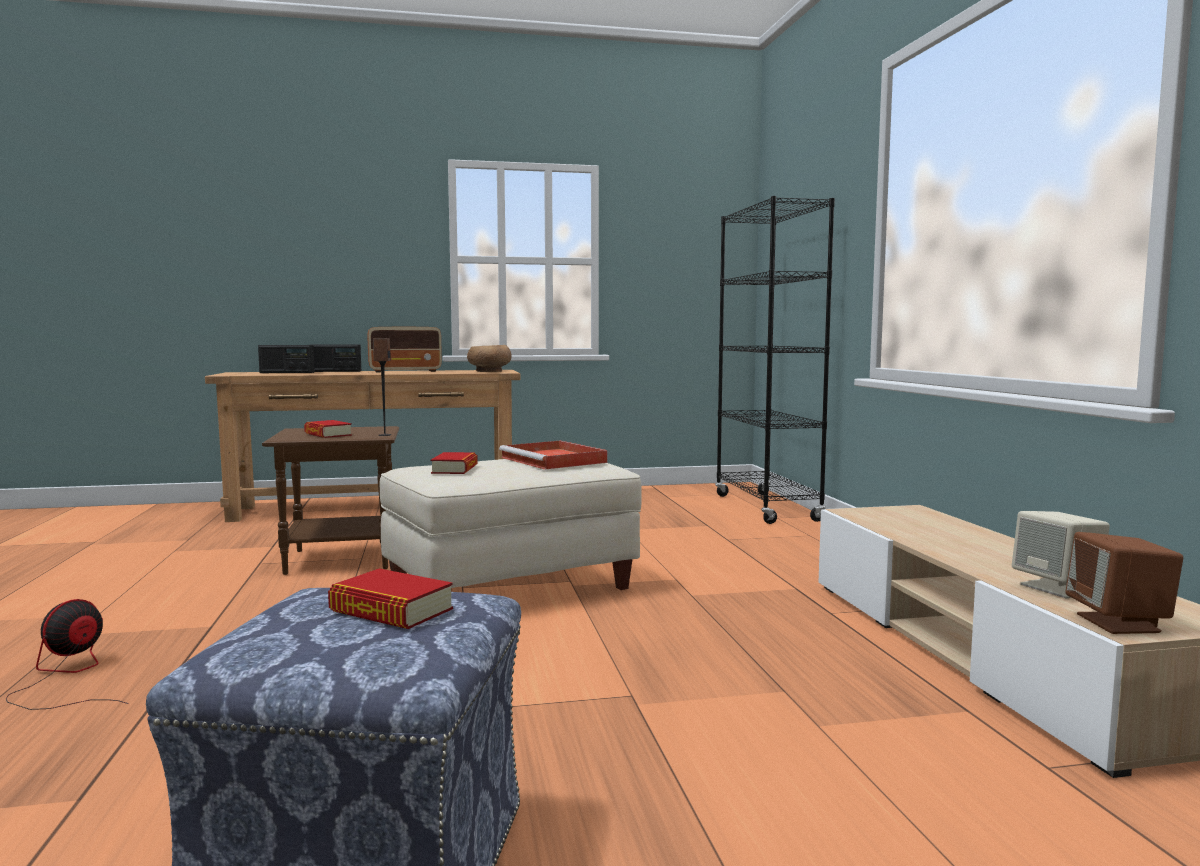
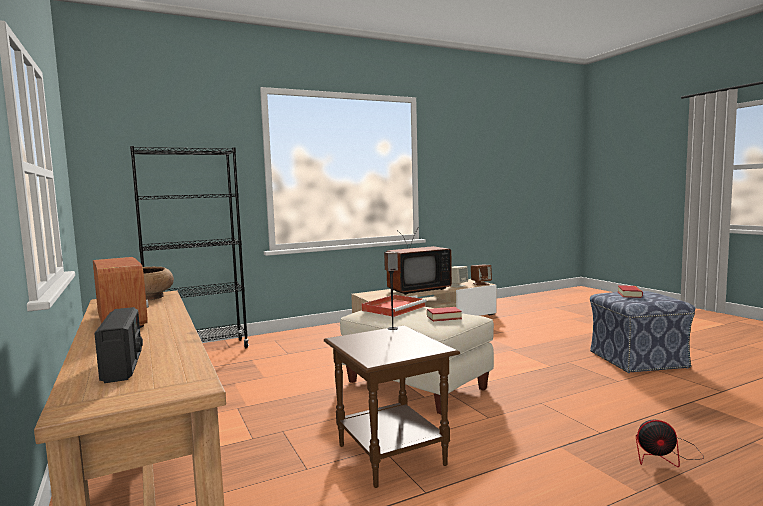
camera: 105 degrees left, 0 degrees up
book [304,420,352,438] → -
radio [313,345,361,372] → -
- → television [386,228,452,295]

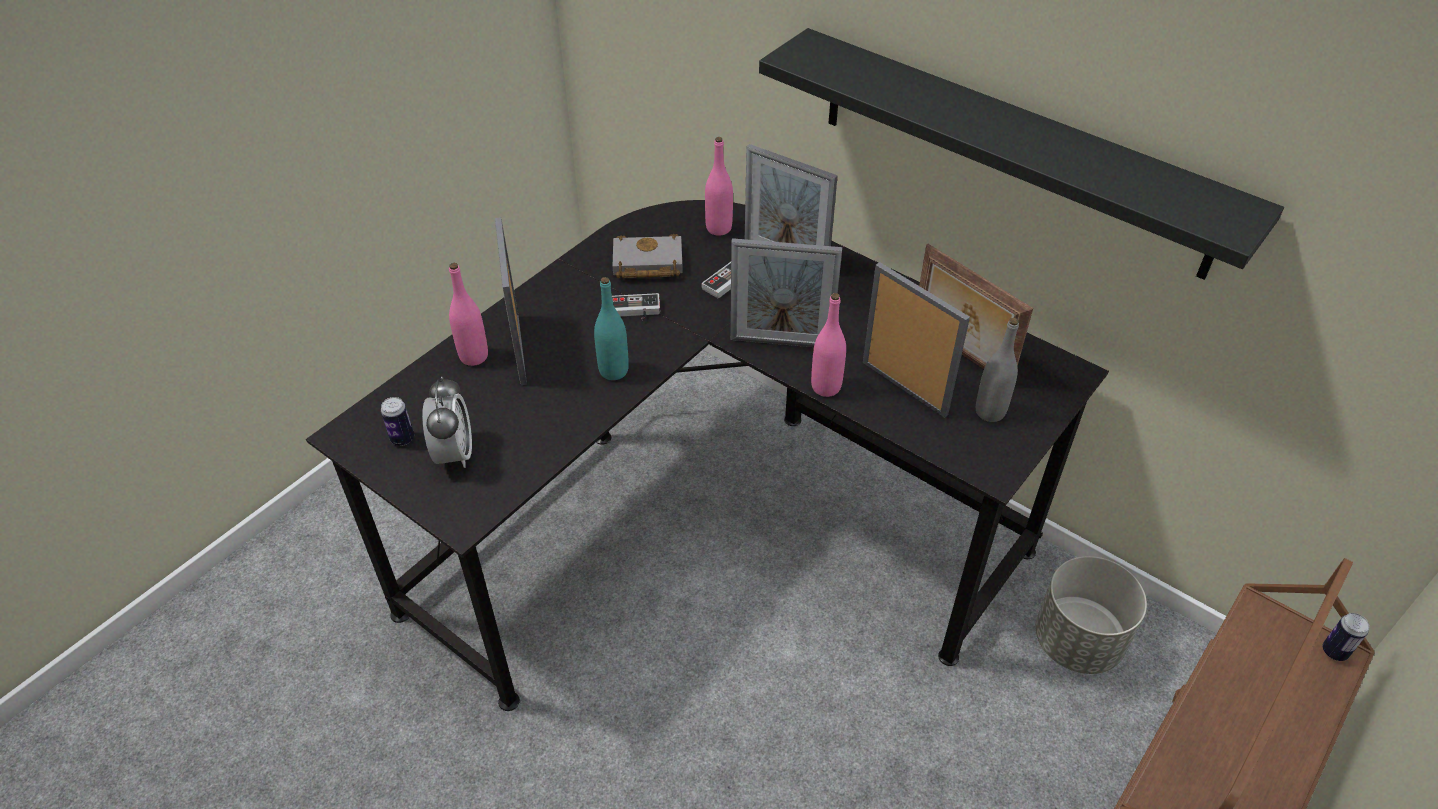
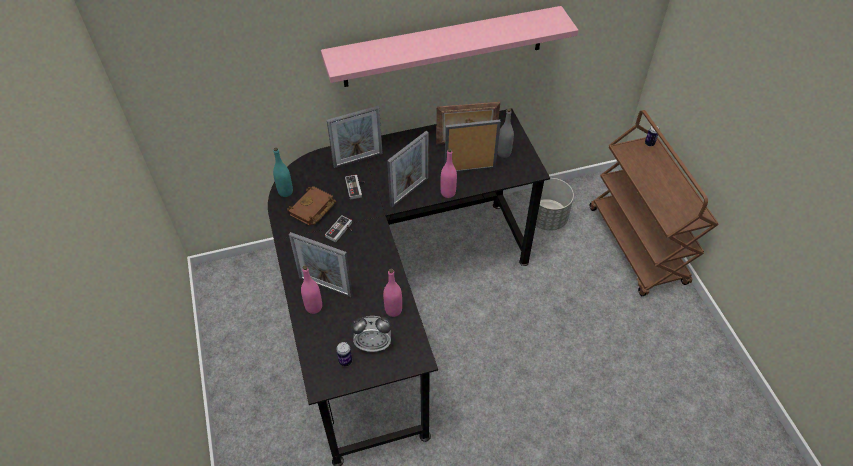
camera: 55 degrees left, 5 degrees up
bottle in turquoise [594,277,629,380] → bottle in turquoise [273,148,293,197], moved
bottle in pink [705,137,733,236] → bottle in pink [383,269,402,317], moved
book in grey [613,234,683,278] → book in brown [287,186,336,226]
shelf in black [759,28,1284,280] → shelf in pink [321,6,578,87]
alarm clock [422,377,472,468] → alarm clock [351,316,392,352], 150 degrees clockwise

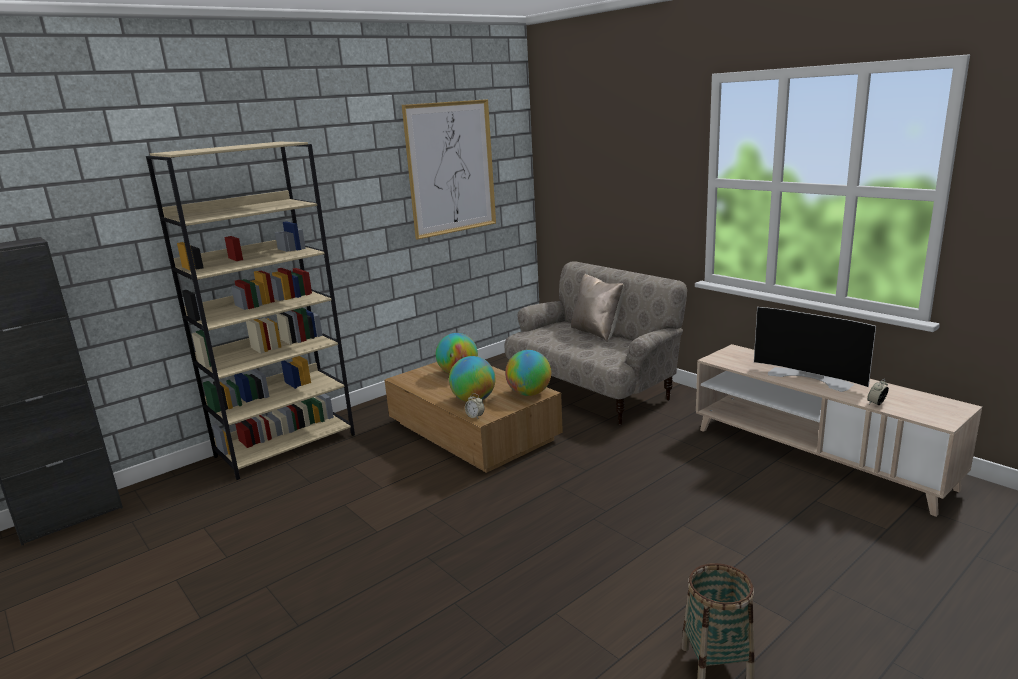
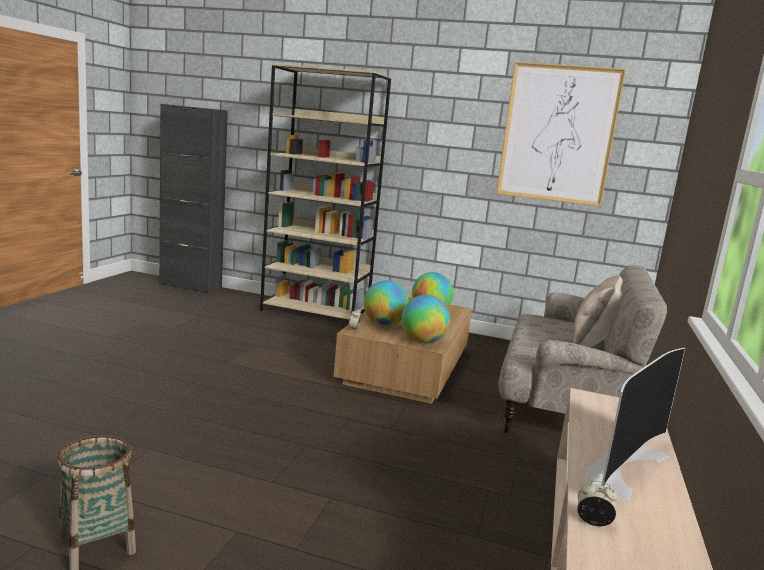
camera: 55 degrees right, 5 degrees down
television [754,307,876,392] → television [585,348,685,500], 150 degrees counterclockwise

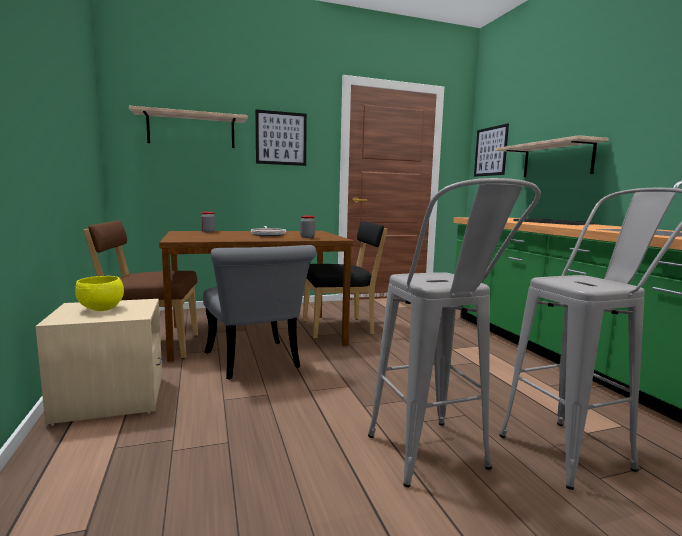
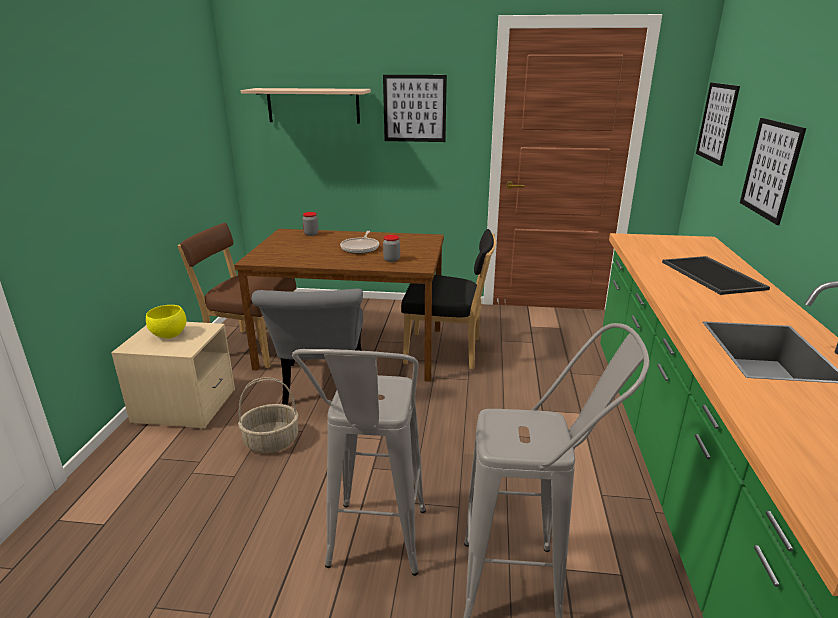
camera: 25 degrees right, 15 degrees up
- → basket [238,377,299,453]
shelf [495,135,609,177] → picture [740,118,806,225]

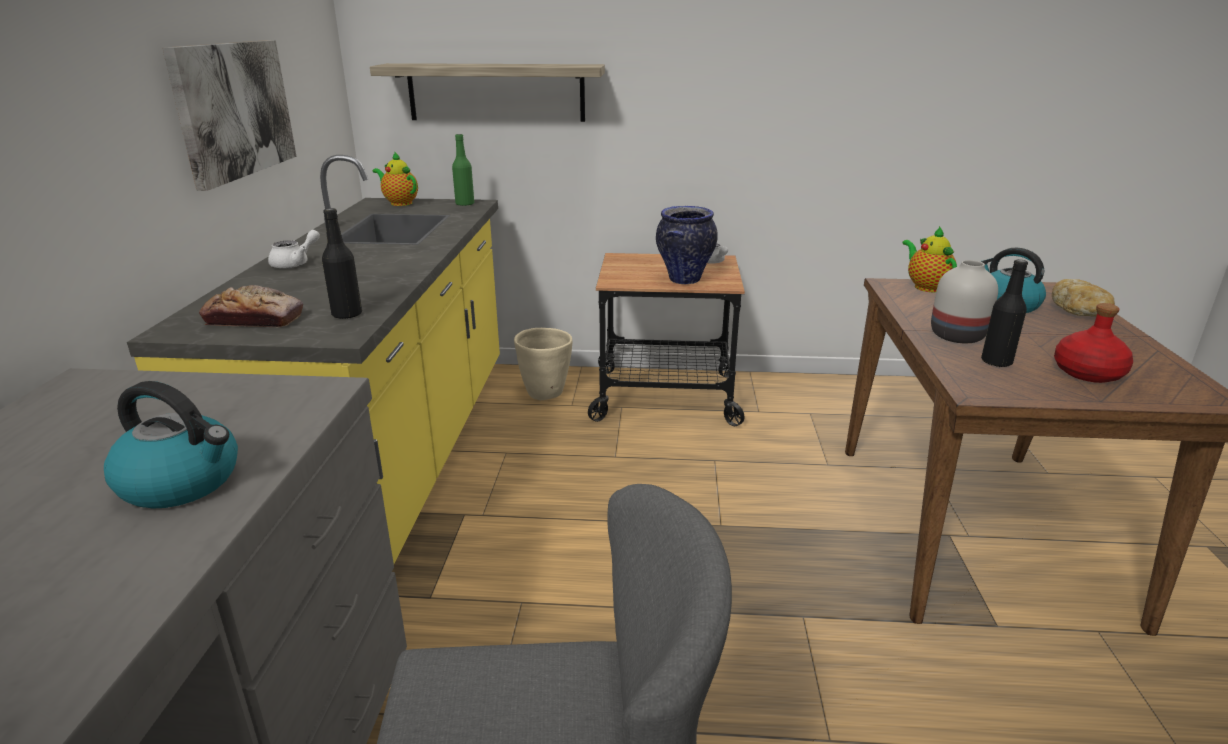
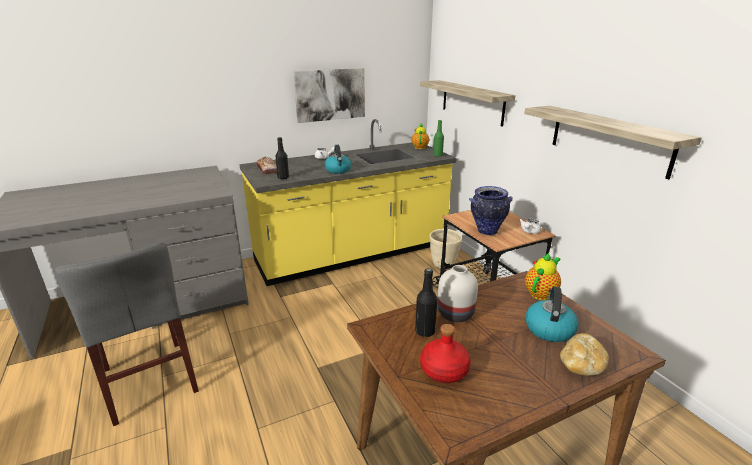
camera: 60 degrees right, 0 degrees up
- → shelf [524,106,702,179]
kettle [104,381,238,508] → kettle [325,145,352,173], moved

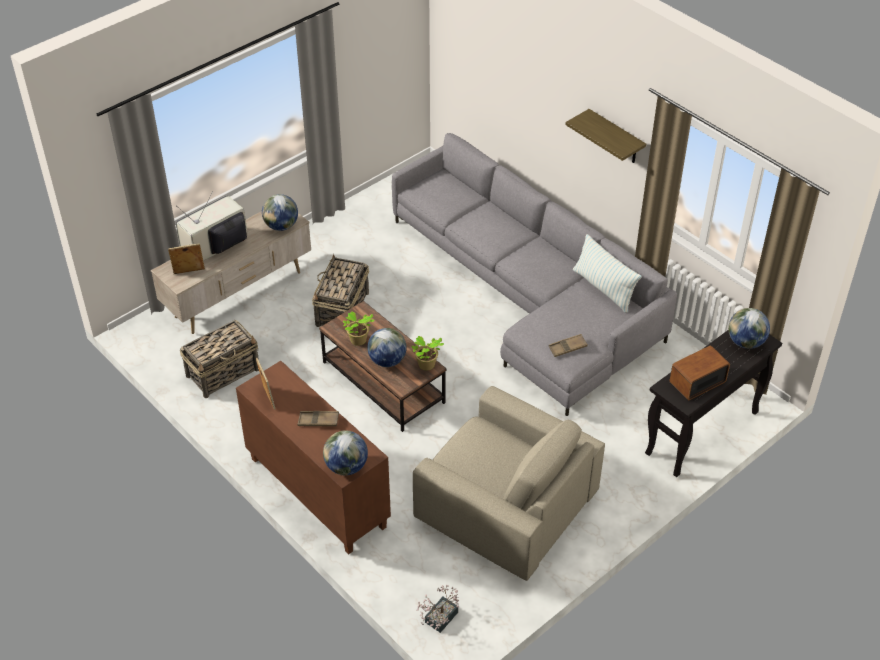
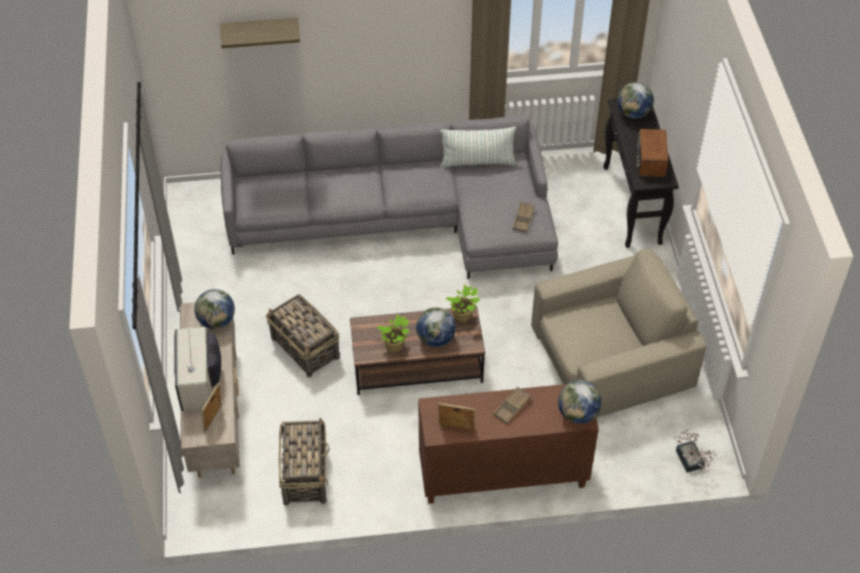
camera: 55 degrees left, 5 degrees up
shelf [565,109,646,163] → shelf [220,17,300,48], moved

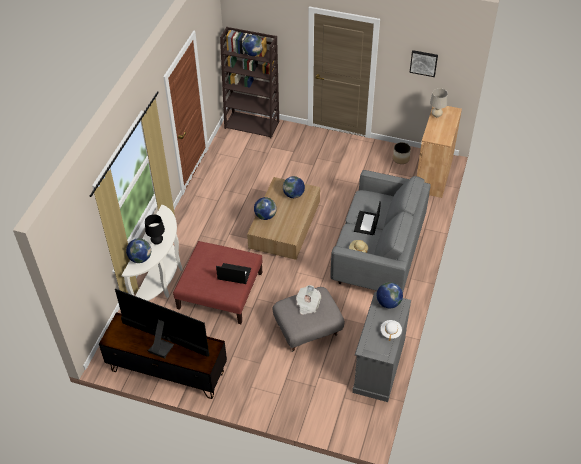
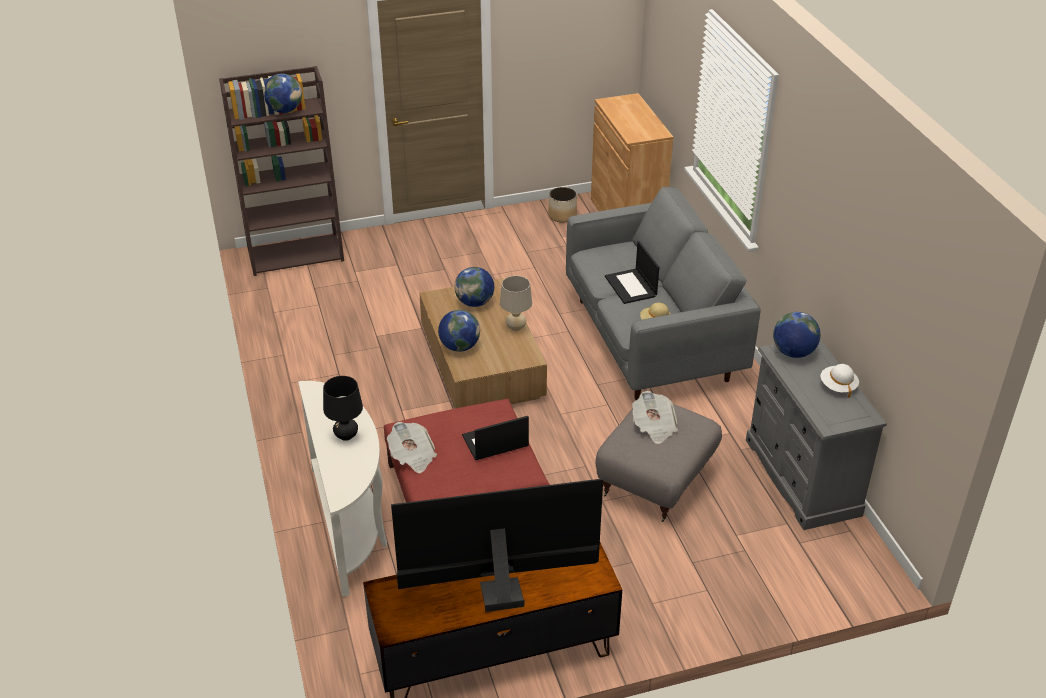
camera: 35 degrees left, 10 degrees down
globe [126,238,151,263] → -
picture [410,50,438,77] → -
- → newspaper [387,422,437,473]
table lamp in beige [430,88,448,118] → table lamp in beige [500,276,532,331], moved

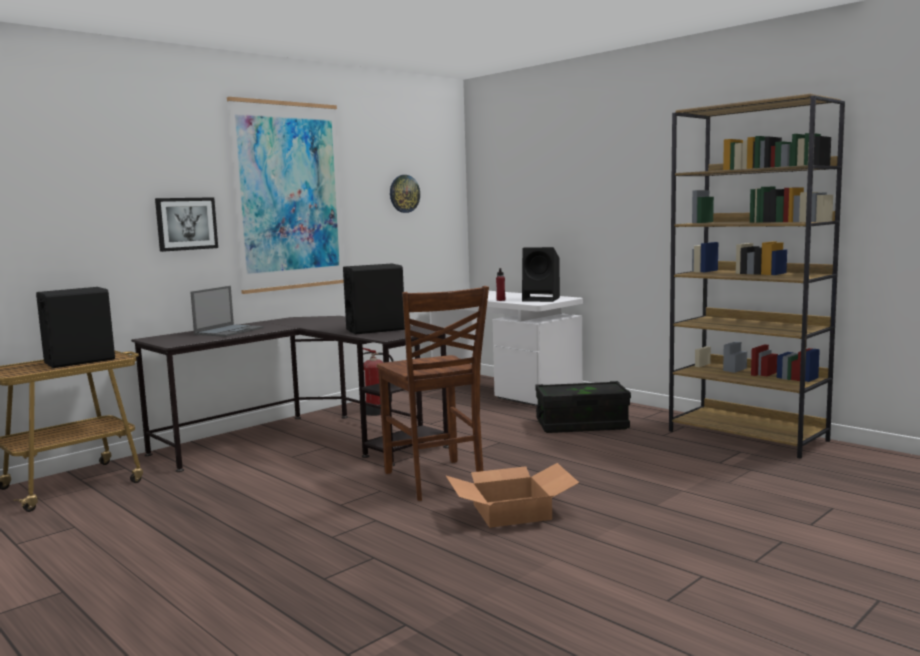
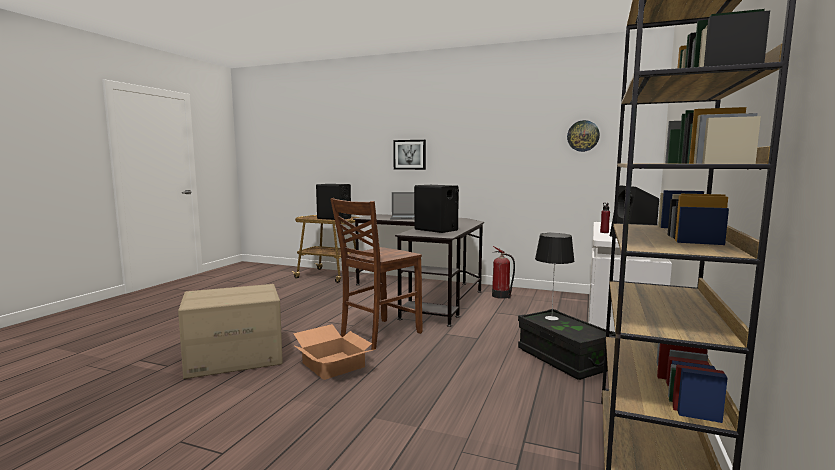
camera: 65 degrees right, 0 degrees up
picture [227,97,344,294] → -
- → cardboard box [178,284,283,379]
- → table lamp [535,233,574,321]

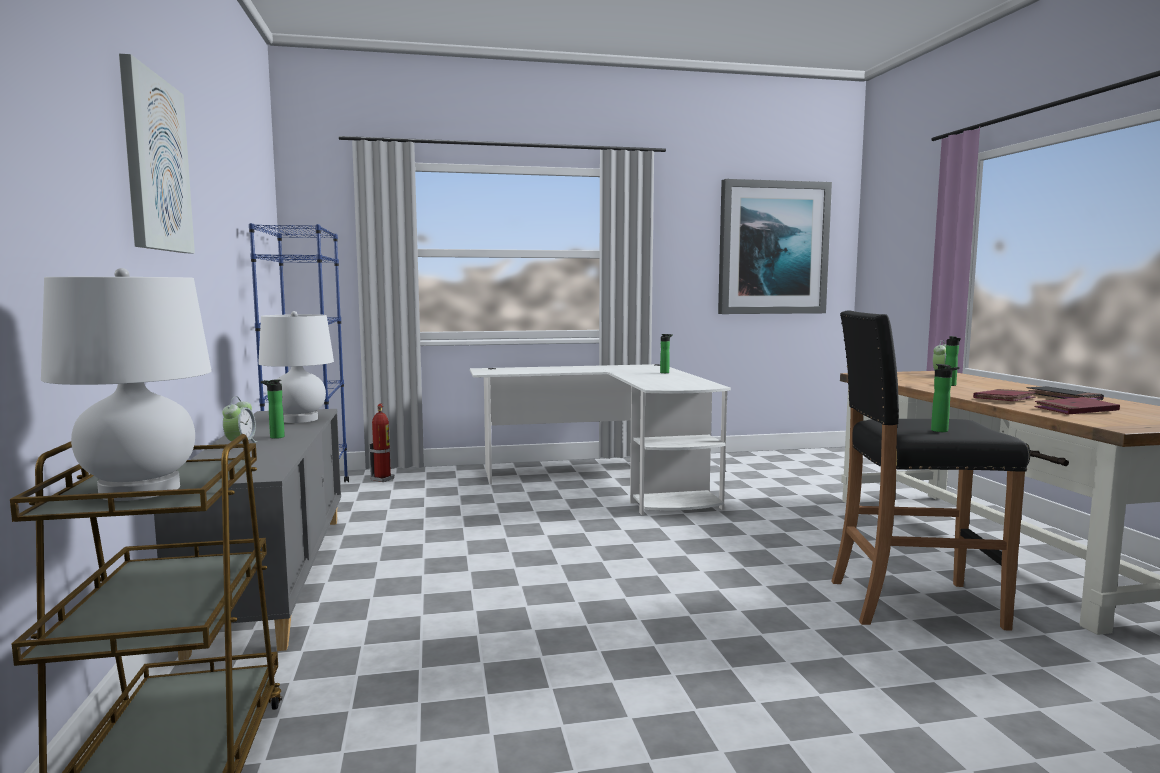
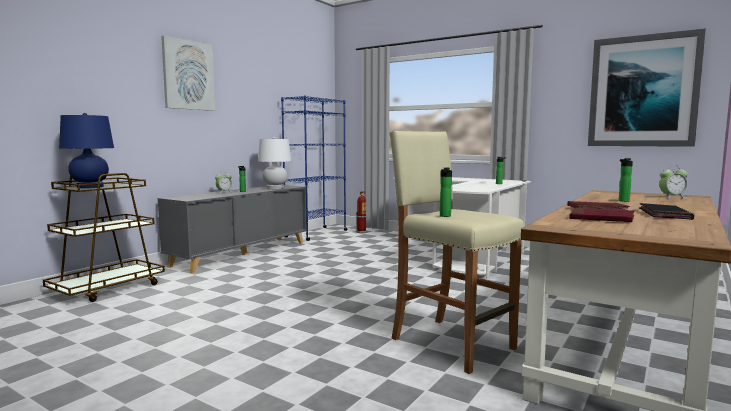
camera: 45 degrees right, 0 degrees up
table lamp in white [41,268,211,501] → table lamp in blue [59,113,114,188]
stool in black [831,310,1030,631] → stool in beige [389,131,524,374]

